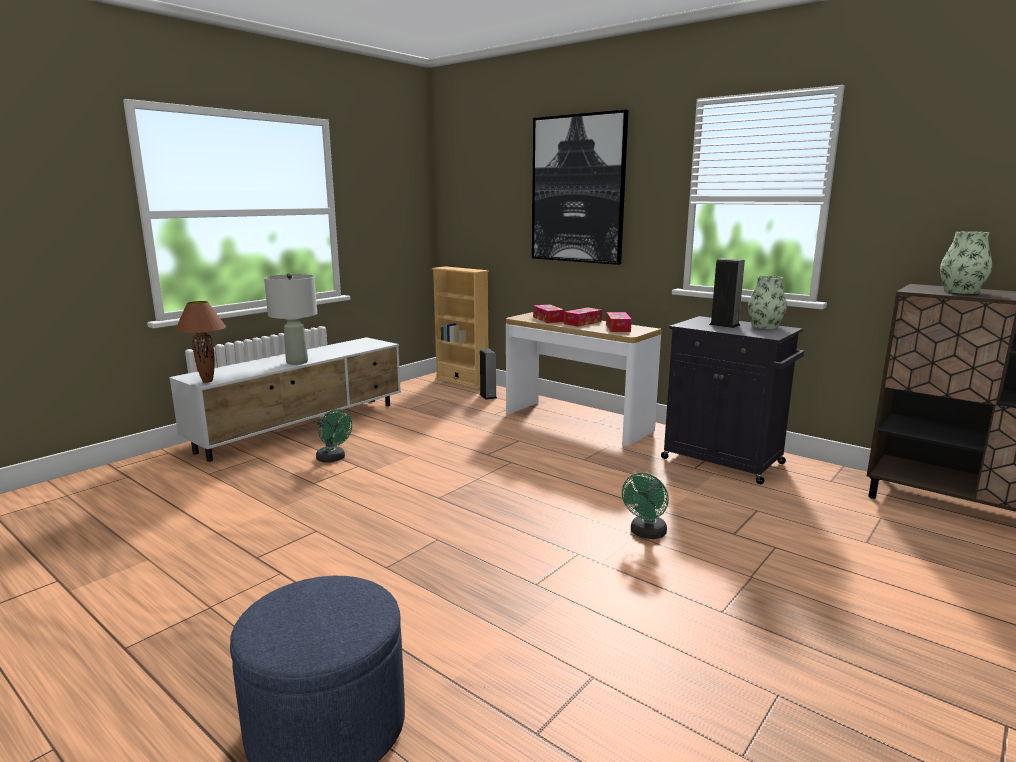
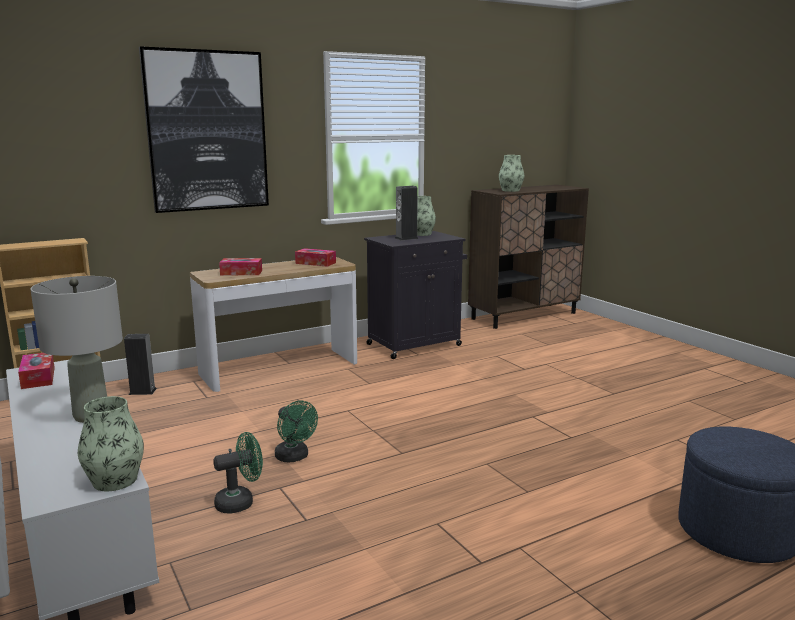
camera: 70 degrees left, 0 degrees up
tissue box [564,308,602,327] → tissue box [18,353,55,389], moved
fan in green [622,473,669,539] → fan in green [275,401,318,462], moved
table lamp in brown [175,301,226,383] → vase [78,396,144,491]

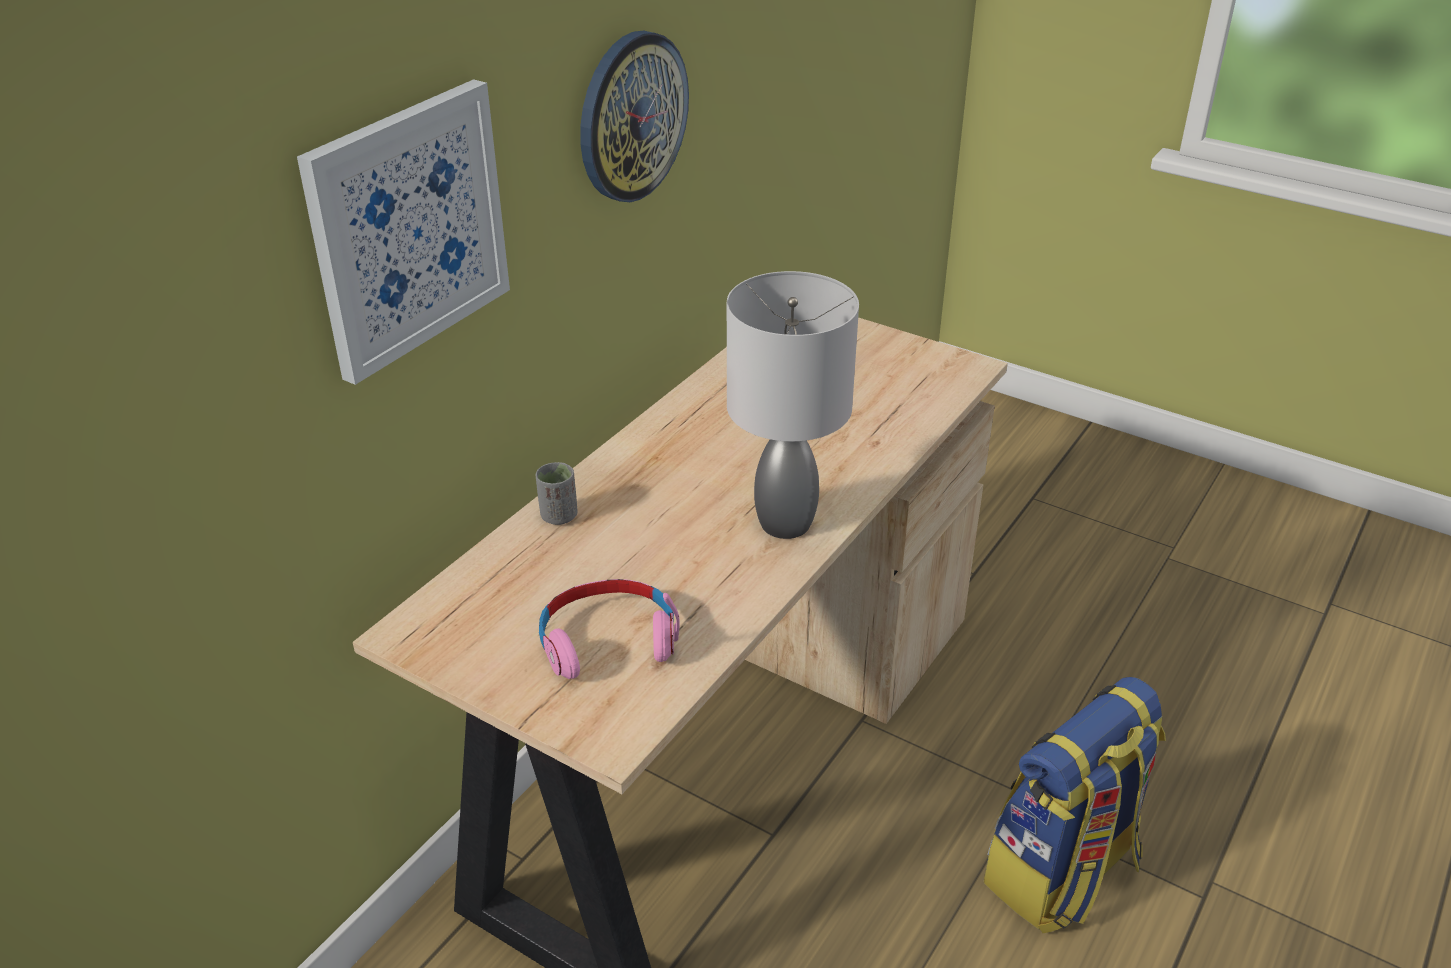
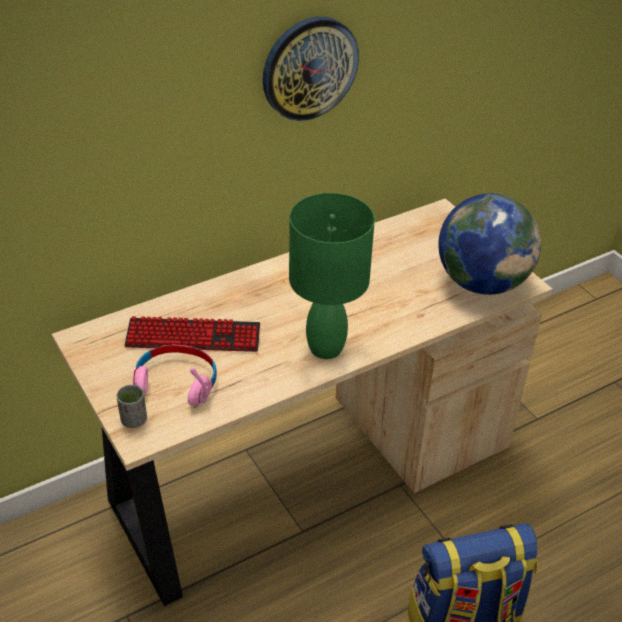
camera: 25 degrees right, 5 degrees up
picture [297,79,510,385] → -
- → keyboard [124,316,260,352]
- → globe [438,194,541,295]
cup in grey [536,462,578,525] → cup in grey [116,385,147,428], moved
table lamp in grey [727,271,859,539] → table lamp in green [289,193,375,359]

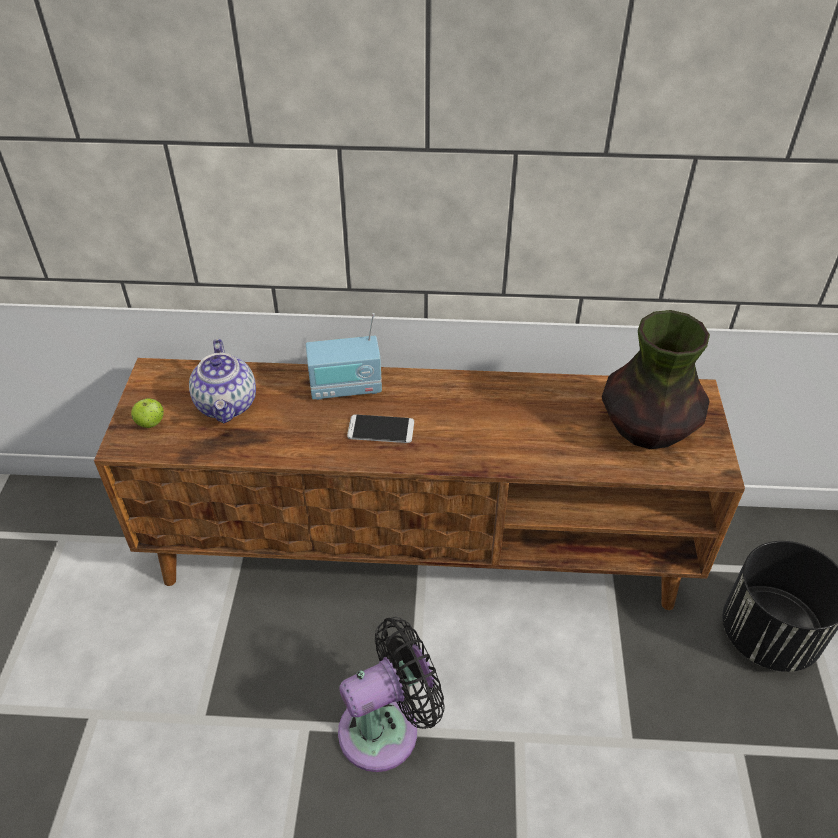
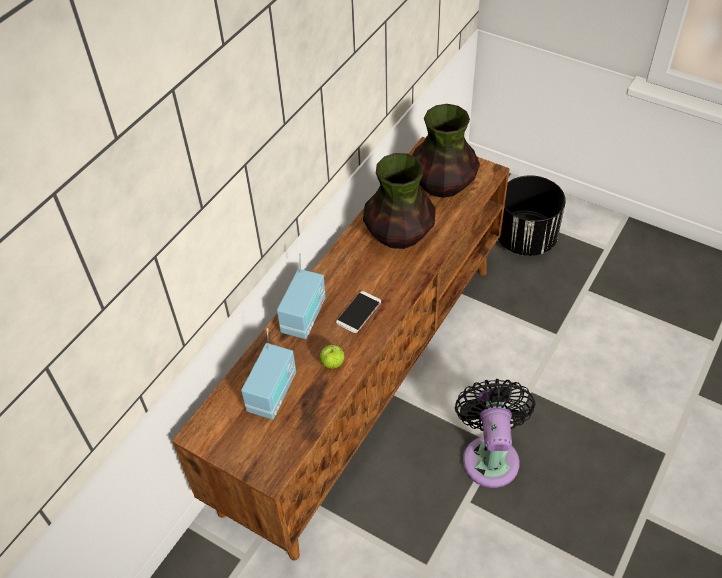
camera: 60 degrees left, 5 degrees up
- → vase [363,153,436,249]
apple [131,398,164,428] → apple [320,344,344,369], moved
teapot [189,339,256,423] → radio [241,328,296,420]

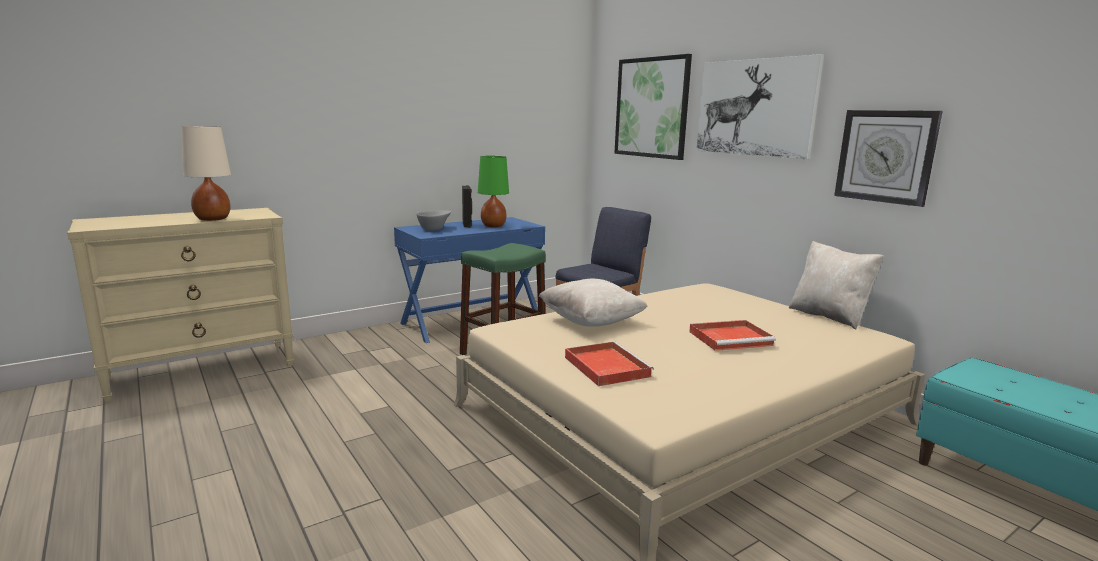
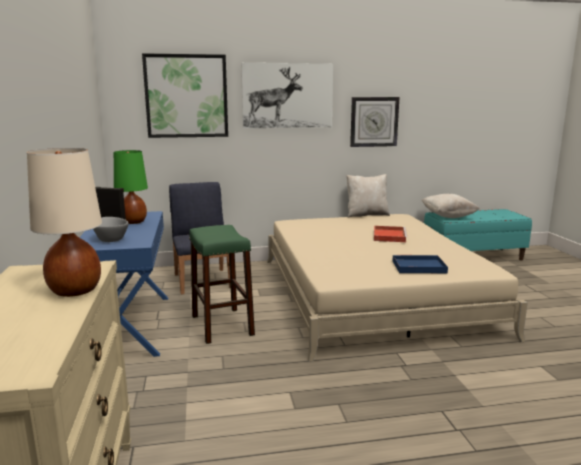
camera: 65 degrees left, 0 degrees up
pillow in beige [538,279,647,327] → pillow in beige [421,194,480,218], moved
tray in red [565,341,654,386] → tray in blue [392,255,448,273]

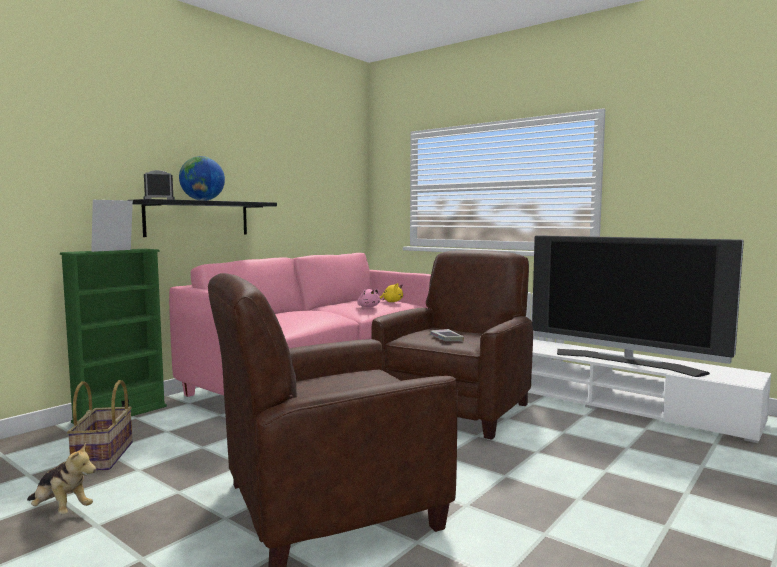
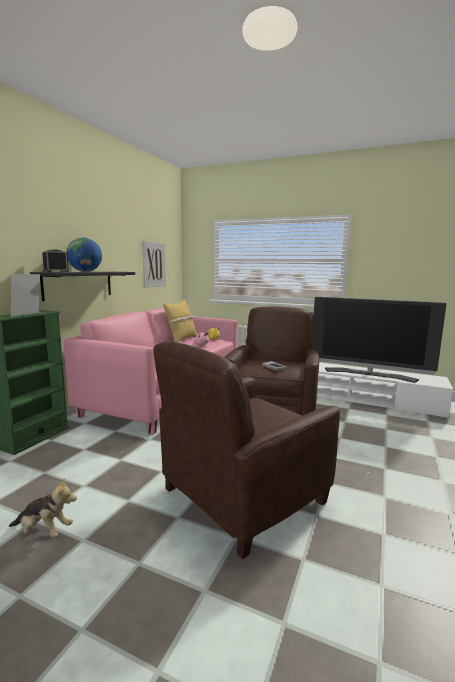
camera: 15 degrees left, 5 degrees up
basket [67,380,133,471] → -
- → picture [142,241,166,288]
- → pillow in yellow [163,300,197,343]

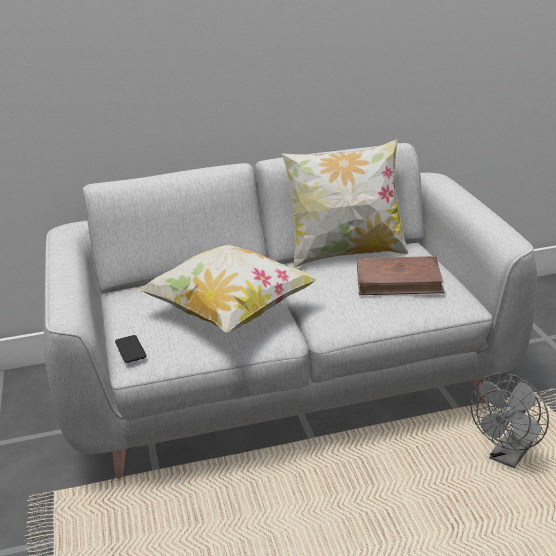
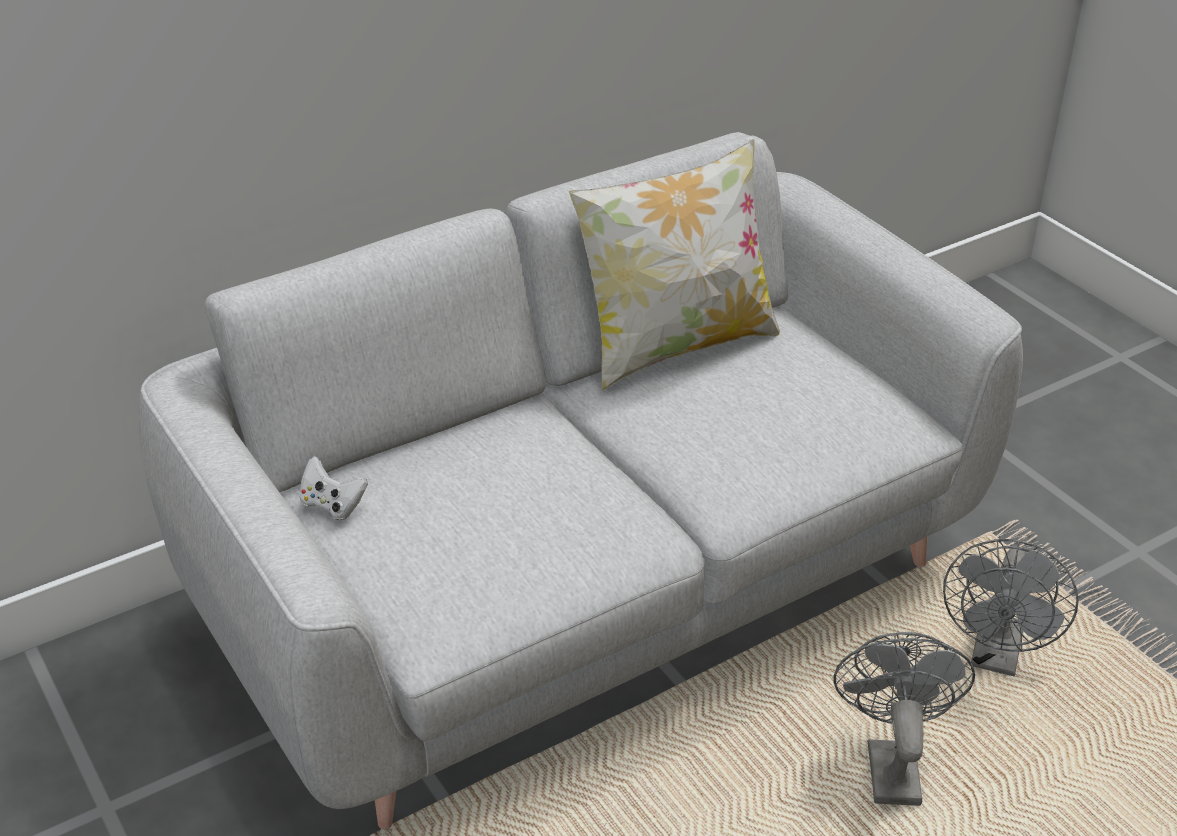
camera: 20 degrees left, 10 degrees up
phone [115,335,147,363] → -
pillow [136,244,320,332] → -
book in brown [357,256,445,295] → -
- → game controller in white [300,456,368,520]
- → fan in grey [834,632,975,806]

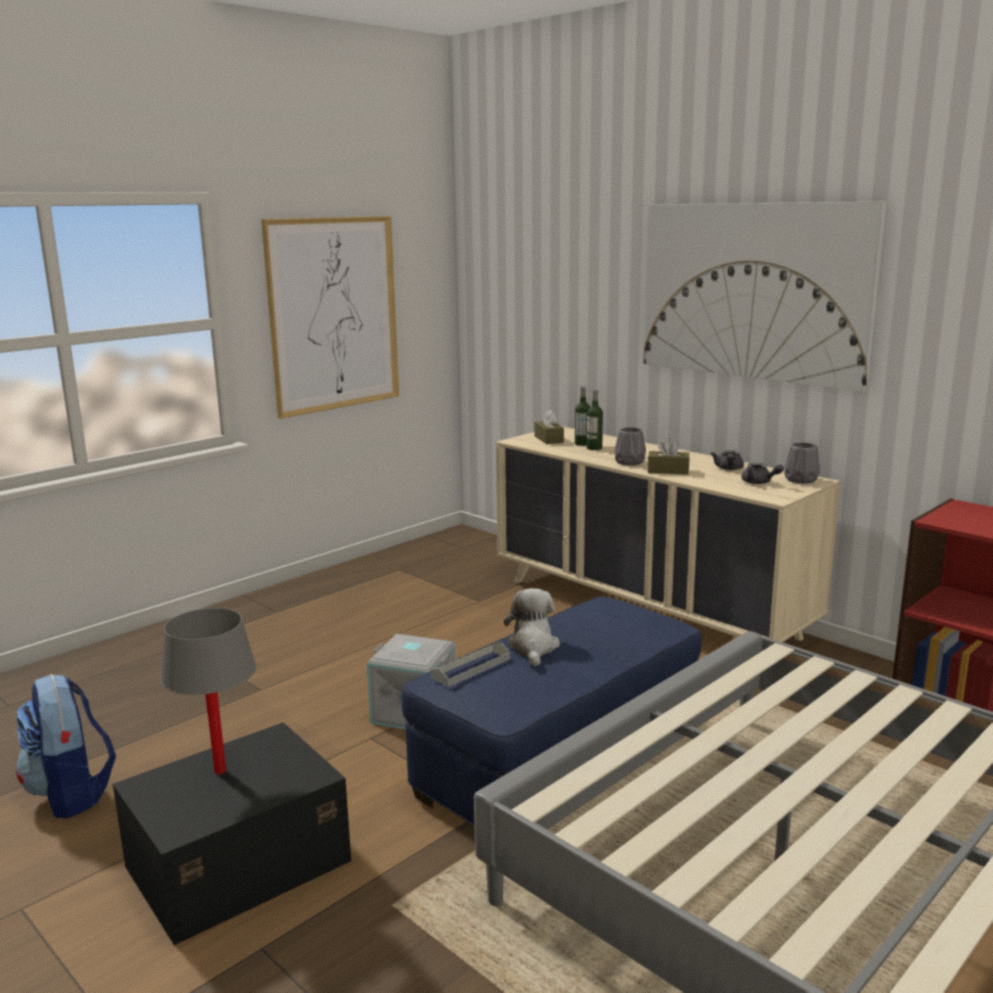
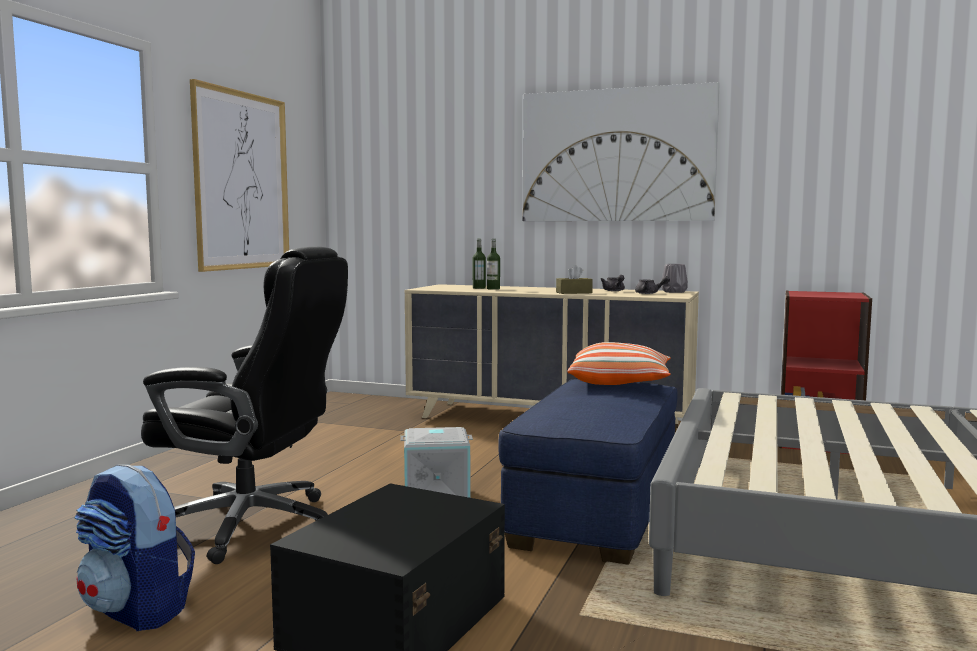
camera: 25 degrees left, 10 degrees down
table lamp in grey [160,608,256,774] → -
tray in grey [431,642,510,687] → -
plush toy [504,588,560,667] → -
tissue box in brown [534,410,564,444] → -
vase in grey [614,427,646,466] → -
- → office chair in black [141,247,348,564]
- → pillow [568,342,671,385]

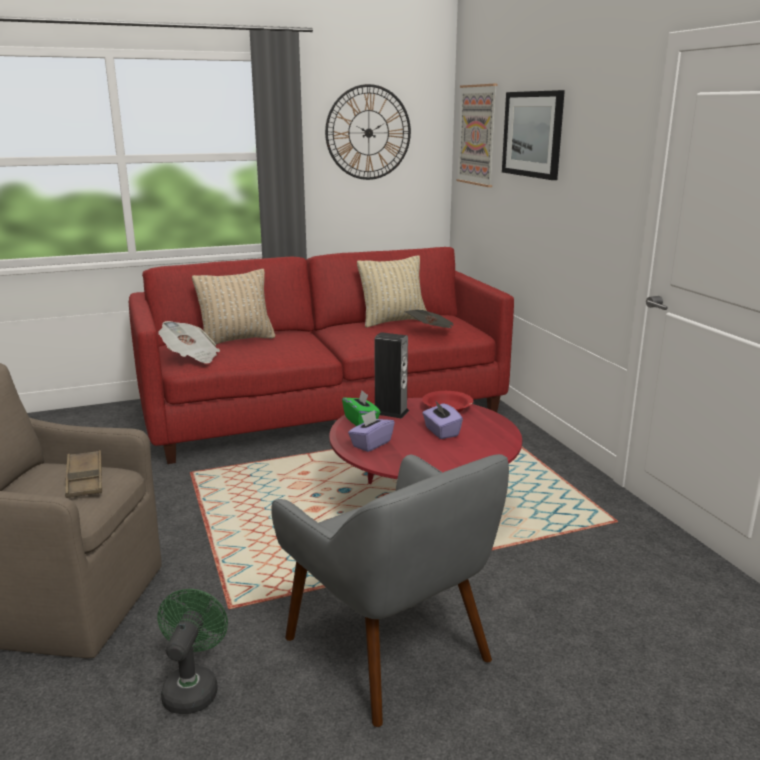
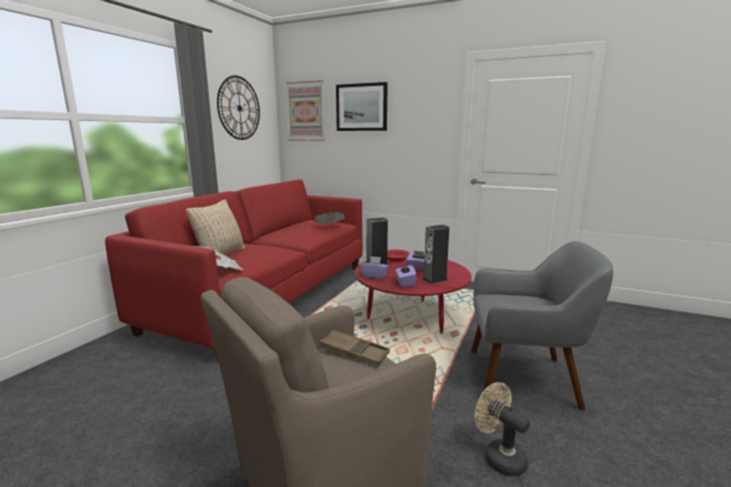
camera: 45 degrees left, 5 degrees down
pillow in beige [357,255,427,327] → -
- → speaker [422,225,449,284]
fan in green [157,589,228,714] → fan in beige [474,382,530,476]
tissue box in green [342,391,381,426] → tissue box in purple [360,256,389,279]

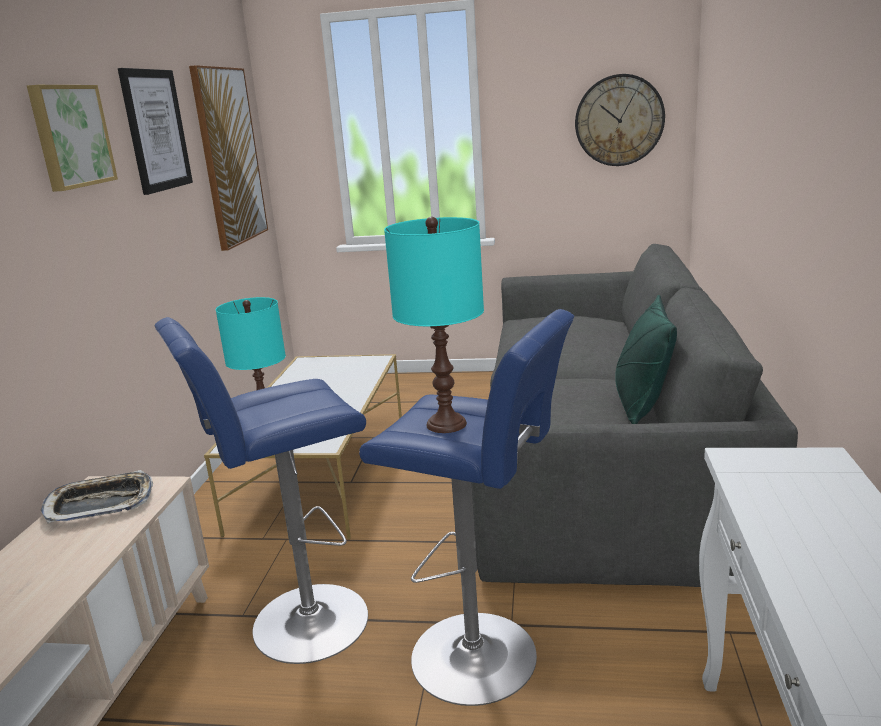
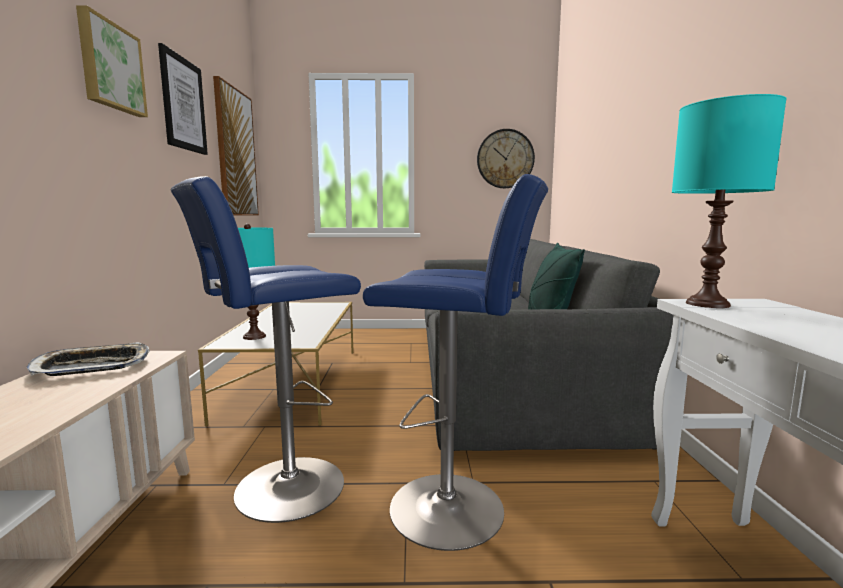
camera: 10 degrees left, 10 degrees down
table lamp in turquoise [384,217,484,433] → table lamp in turquoise [672,94,787,308], moved

